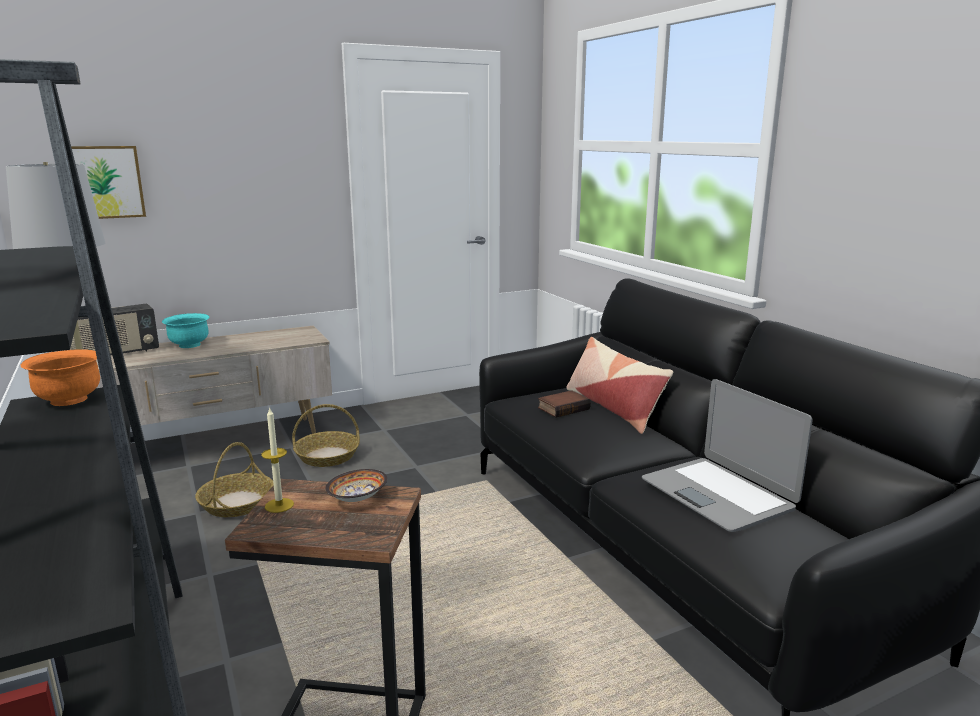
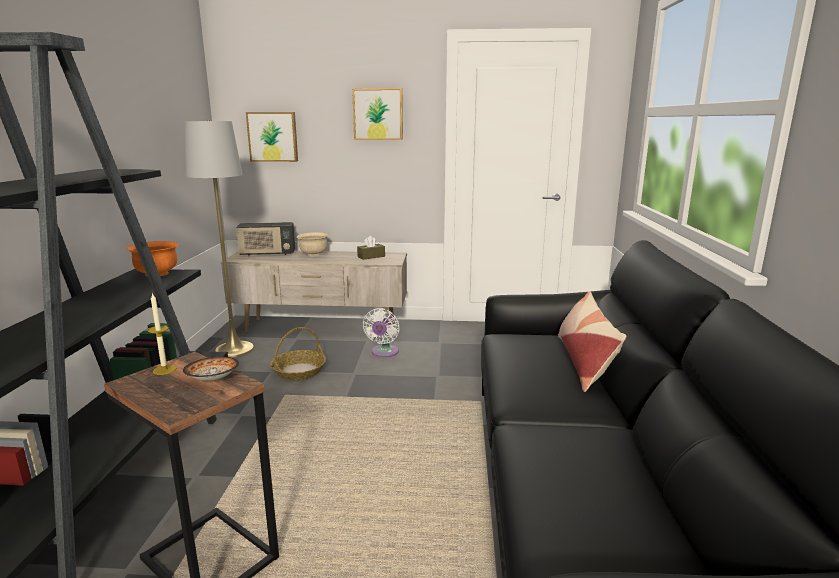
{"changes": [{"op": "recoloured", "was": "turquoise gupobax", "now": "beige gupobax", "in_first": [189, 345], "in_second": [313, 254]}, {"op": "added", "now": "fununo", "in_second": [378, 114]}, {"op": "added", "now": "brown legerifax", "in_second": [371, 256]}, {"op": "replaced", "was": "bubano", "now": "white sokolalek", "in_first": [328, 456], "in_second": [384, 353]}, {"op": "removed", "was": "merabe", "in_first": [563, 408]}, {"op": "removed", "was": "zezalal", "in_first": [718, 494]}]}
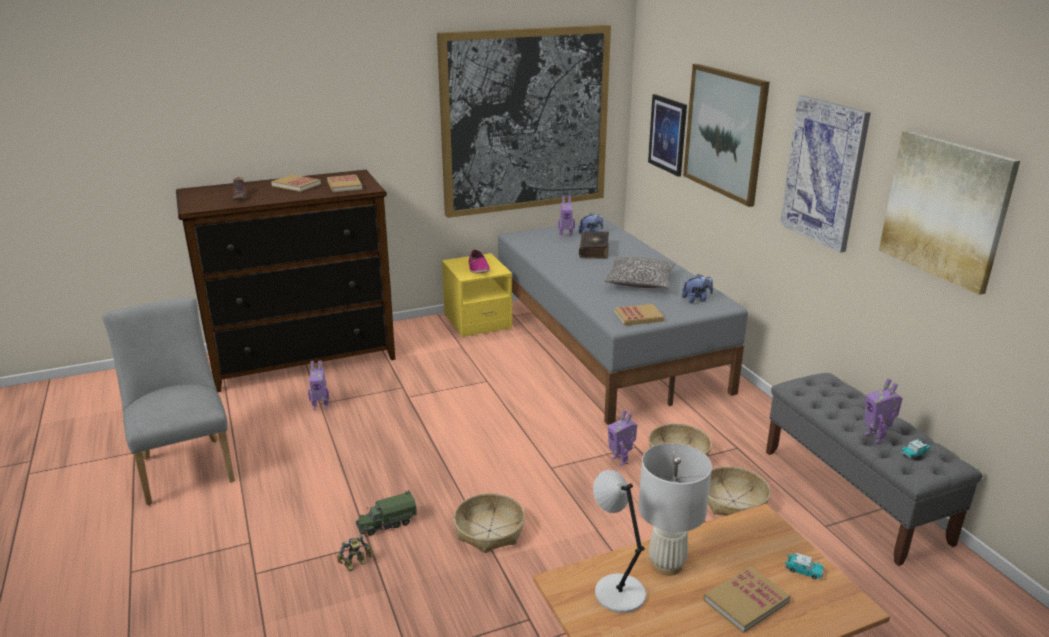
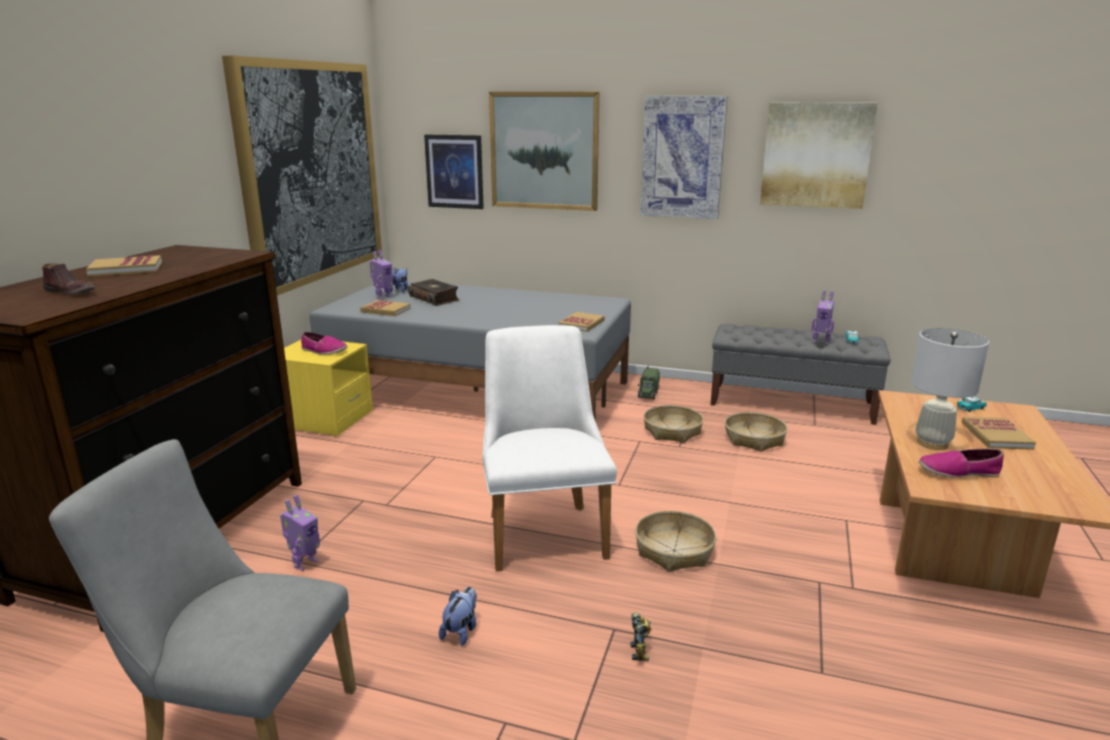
{"changes": [{"op": "moved", "was": "merabe", "in_first": [344, 185], "in_second": [386, 310]}, {"op": "moved", "was": "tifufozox", "in_first": [696, 299], "in_second": [461, 631]}, {"op": "added", "now": "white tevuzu", "in_second": [543, 529]}, {"op": "moved", "was": "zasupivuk", "in_first": [387, 523], "in_second": [648, 393]}, {"op": "replaced", "was": "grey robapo", "now": "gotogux", "in_first": [617, 592], "in_second": [958, 472]}, {"op": "removed", "was": "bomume", "in_first": [639, 282]}, {"op": "removed", "was": "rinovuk", "in_first": [620, 460]}]}
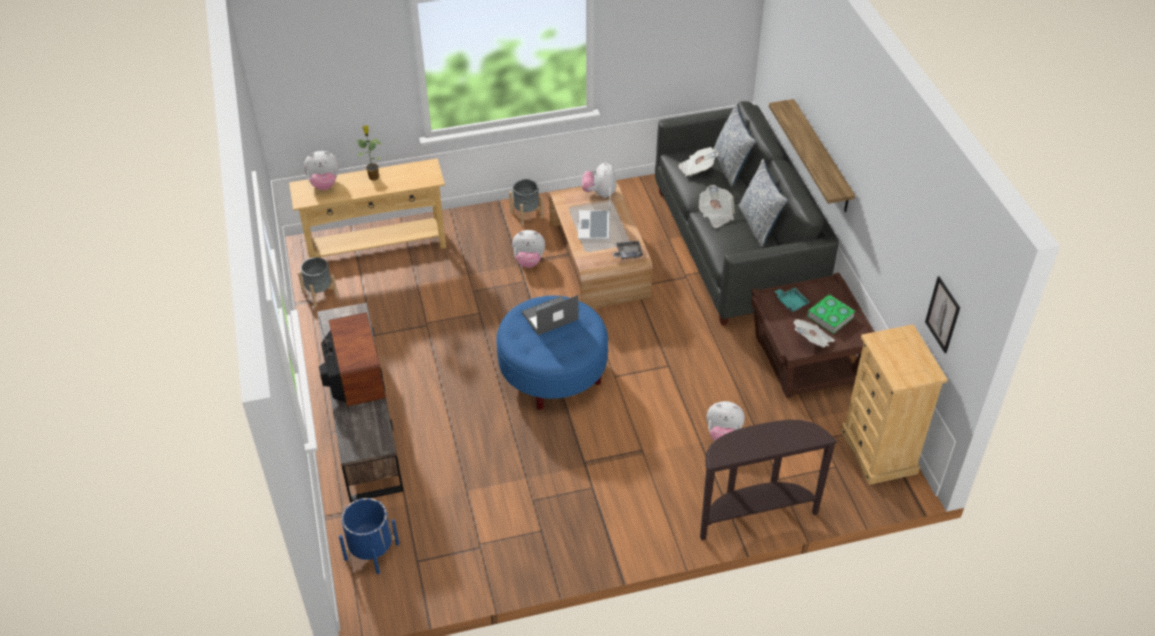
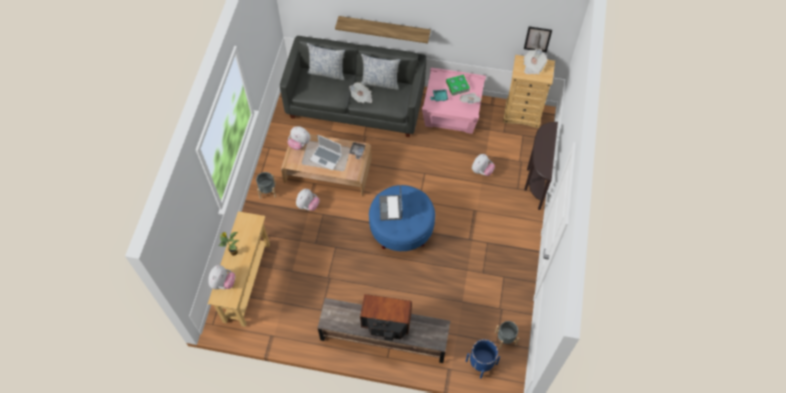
{"changes": [{"op": "recoloured", "was": "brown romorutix", "now": "pink romorutix", "in_first": [806, 359], "in_second": [451, 113]}, {"op": "moved", "was": "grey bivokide", "in_first": [320, 294], "in_second": [505, 338]}, {"op": "moved", "was": "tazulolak", "in_first": [696, 169], "in_second": [533, 66]}]}
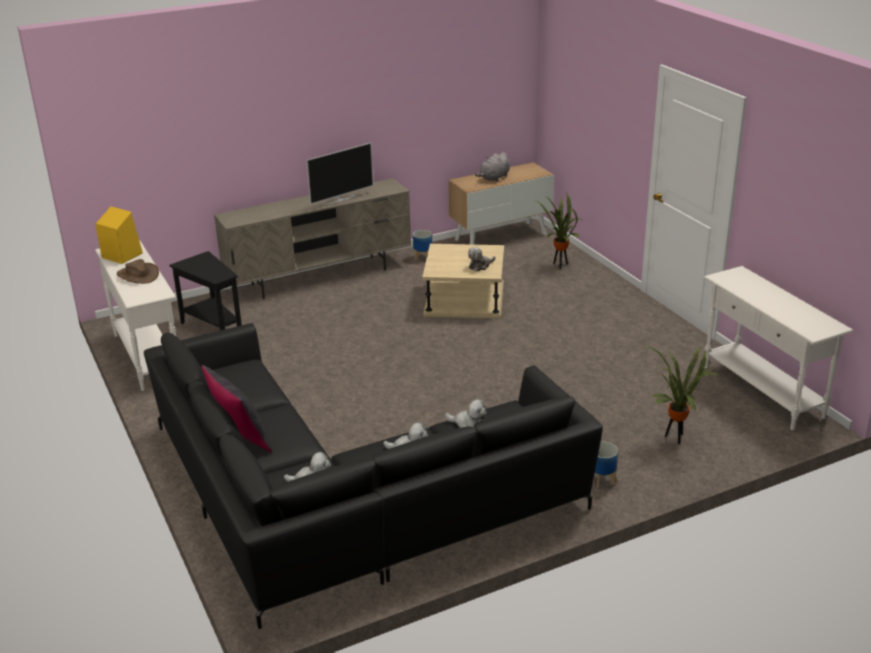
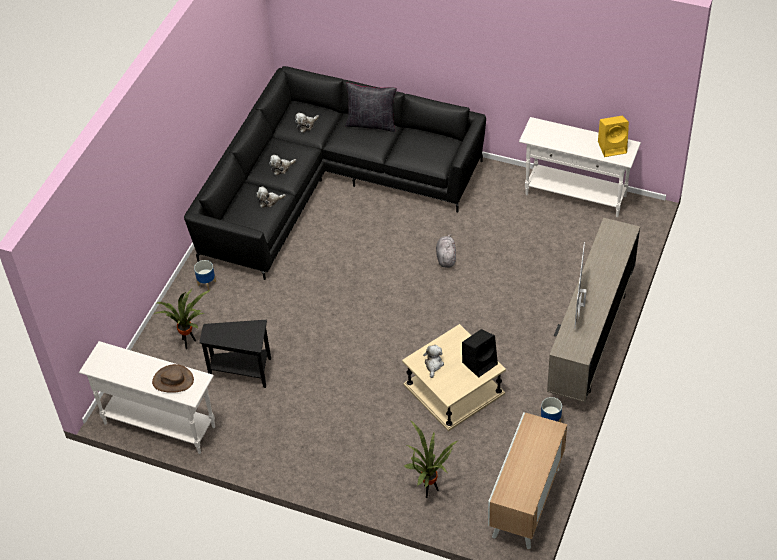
{"changes": [{"op": "moved", "was": "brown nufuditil", "in_first": [138, 275], "in_second": [173, 380]}, {"op": "moved", "was": "black romorutix", "in_first": [213, 326], "in_second": [243, 372]}, {"op": "moved", "was": "grey tifufozox", "in_first": [494, 178], "in_second": [446, 257]}, {"op": "added", "now": "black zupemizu", "in_second": [480, 362]}]}
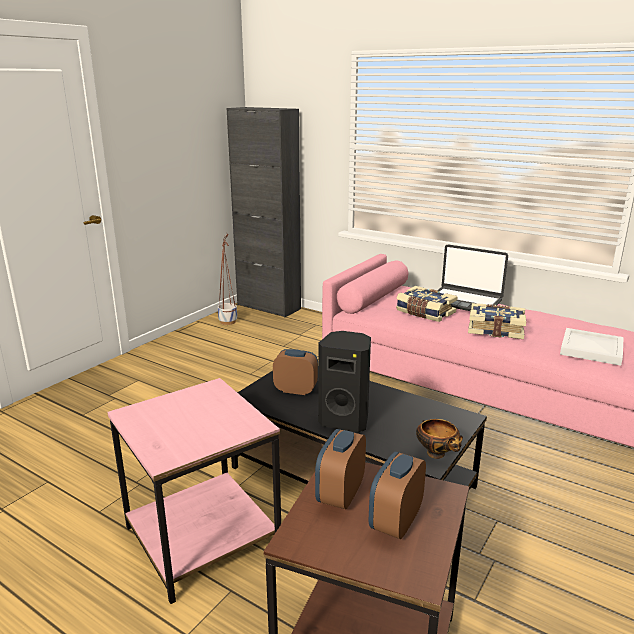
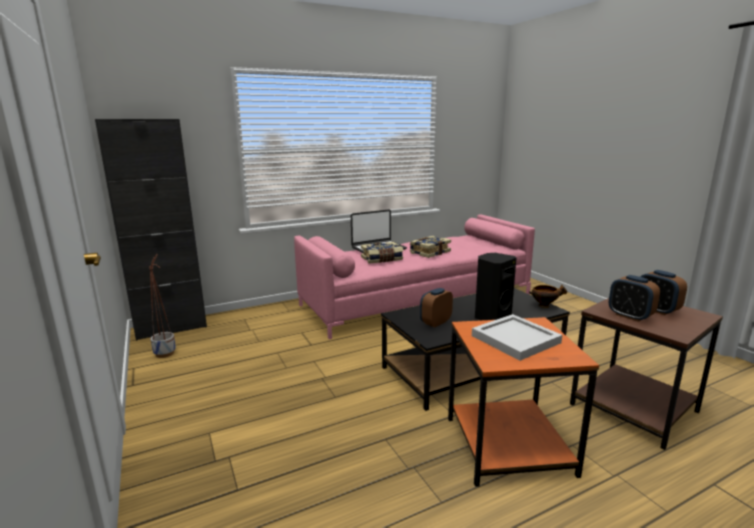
{"changes": [{"op": "recoloured", "was": "pink romorutix", "now": "orange romorutix", "in_first": [200, 537], "in_second": [507, 446]}, {"op": "moved", "was": "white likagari", "in_first": [592, 349], "in_second": [517, 339]}]}
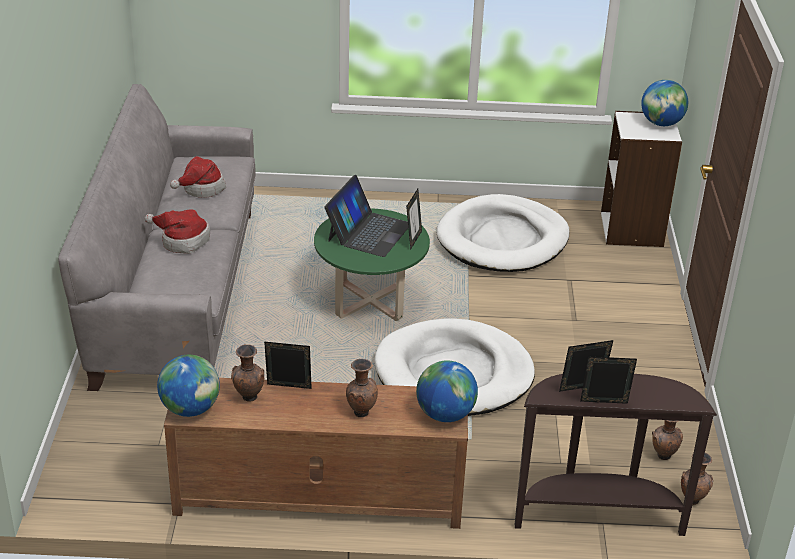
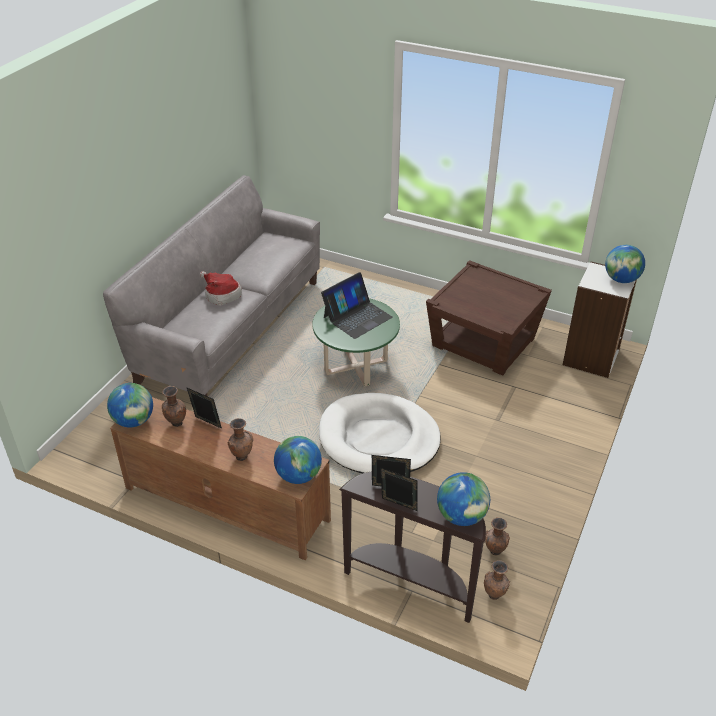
{"changes": [{"op": "replaced", "was": "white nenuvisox", "now": "brown romorutix", "in_first": [502, 239], "in_second": [483, 342]}, {"op": "added", "now": "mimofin", "in_second": [461, 516]}, {"op": "removed", "was": "nufuditil", "in_first": [201, 188]}, {"op": "removed", "was": "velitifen", "in_first": [413, 239]}]}
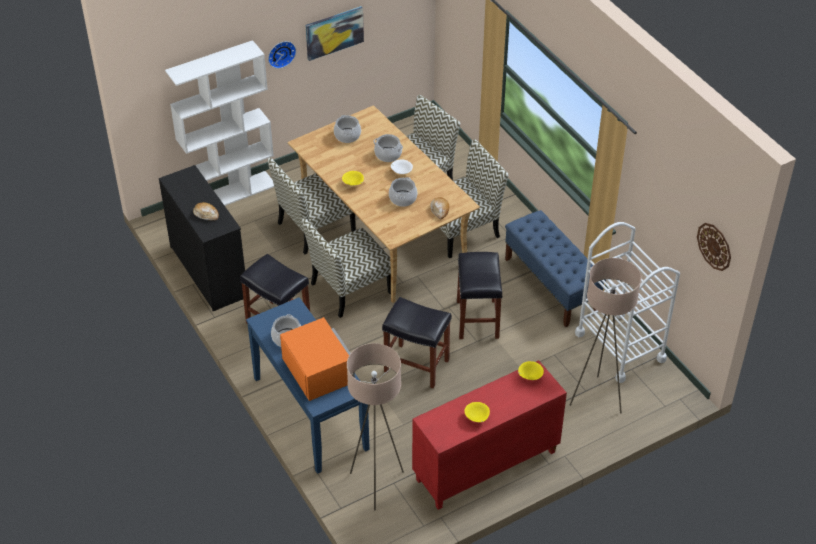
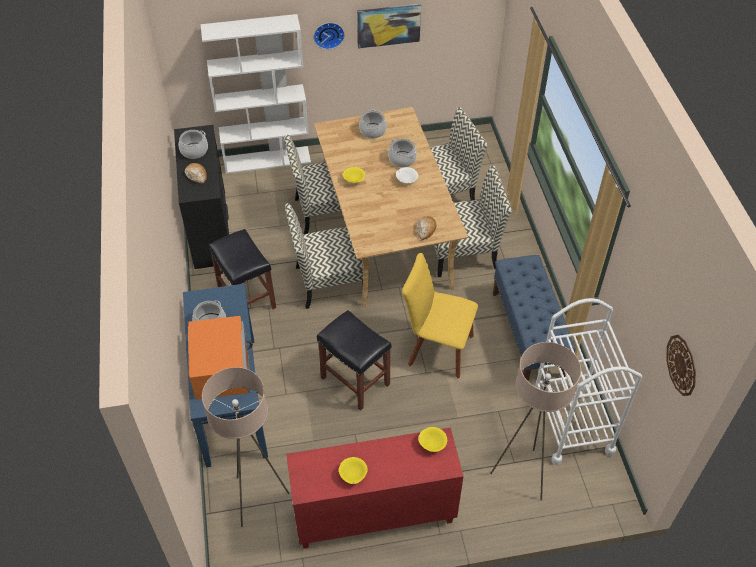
{"changes": [{"op": "moved", "was": "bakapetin", "in_first": [402, 198], "in_second": [194, 151]}, {"op": "replaced", "was": "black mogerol", "now": "yellow tevuzu", "in_first": [477, 319], "in_second": [437, 348]}]}
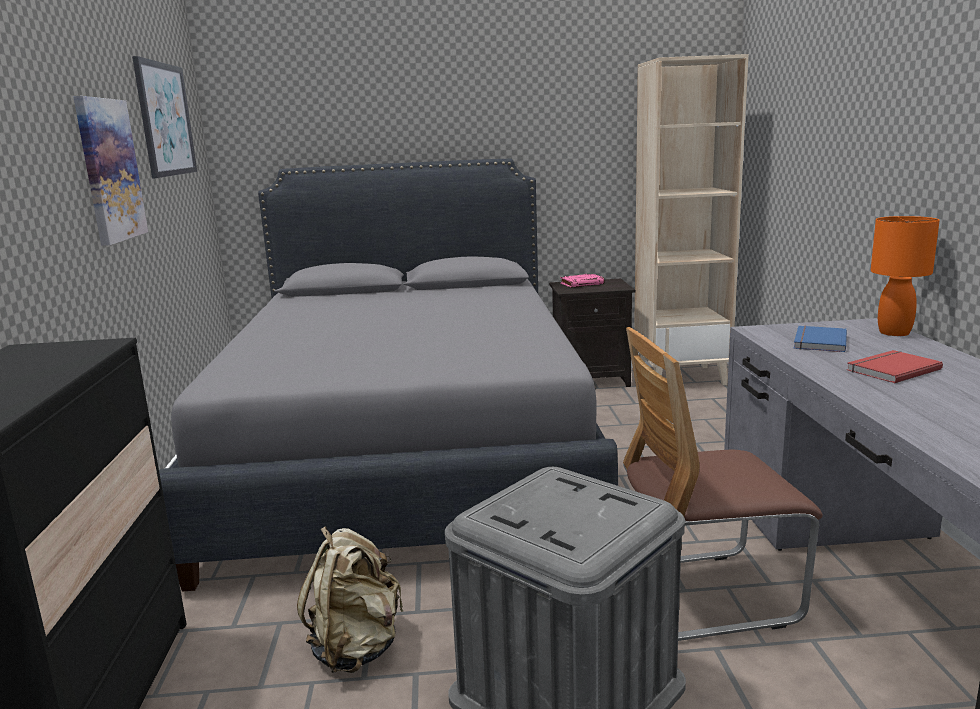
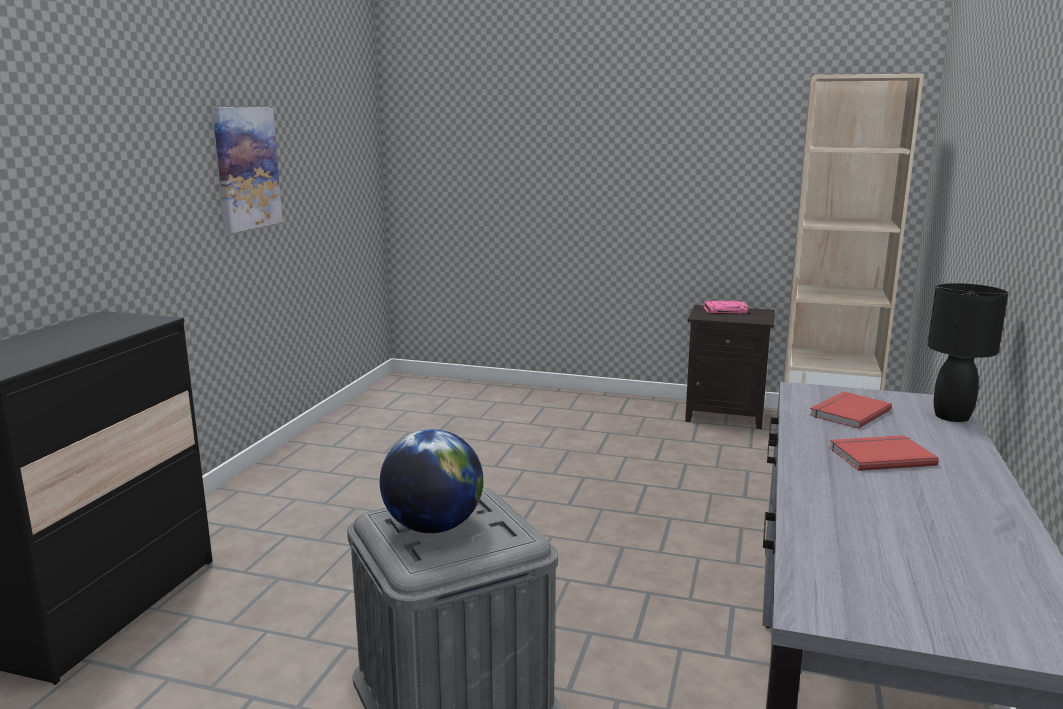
{"changes": [{"op": "added", "now": "mimofin", "in_second": [433, 527]}, {"op": "recoloured", "was": "blue merabe", "now": "red merabe", "in_first": [817, 341], "in_second": [847, 412]}, {"op": "recoloured", "was": "orange robapo", "now": "black robapo", "in_first": [893, 333], "in_second": [951, 416]}, {"op": "removed", "was": "fununo", "in_first": [165, 119]}, {"op": "removed", "was": "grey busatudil", "in_first": [408, 453]}, {"op": "removed", "was": "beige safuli", "in_first": [357, 648]}, {"op": "removed", "was": "tevuzu", "in_first": [704, 595]}]}
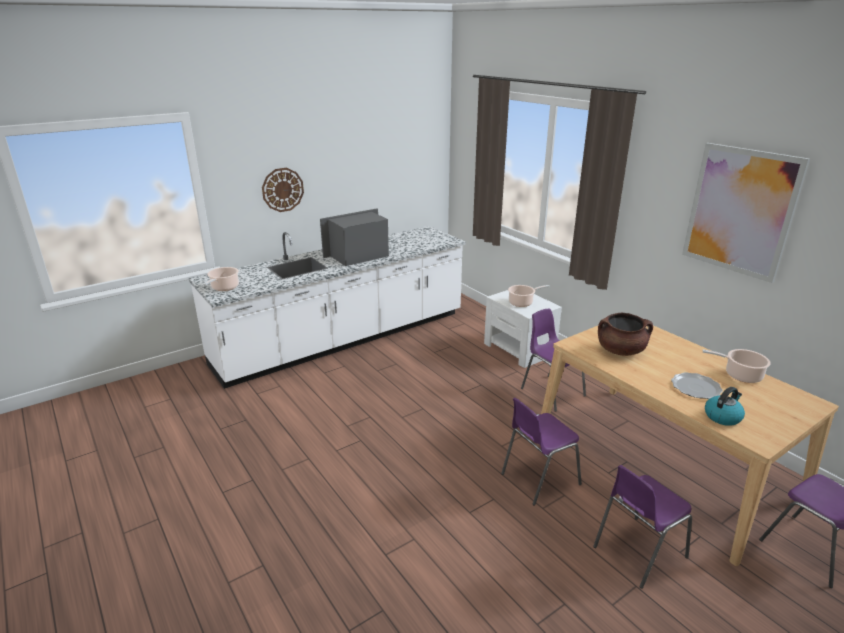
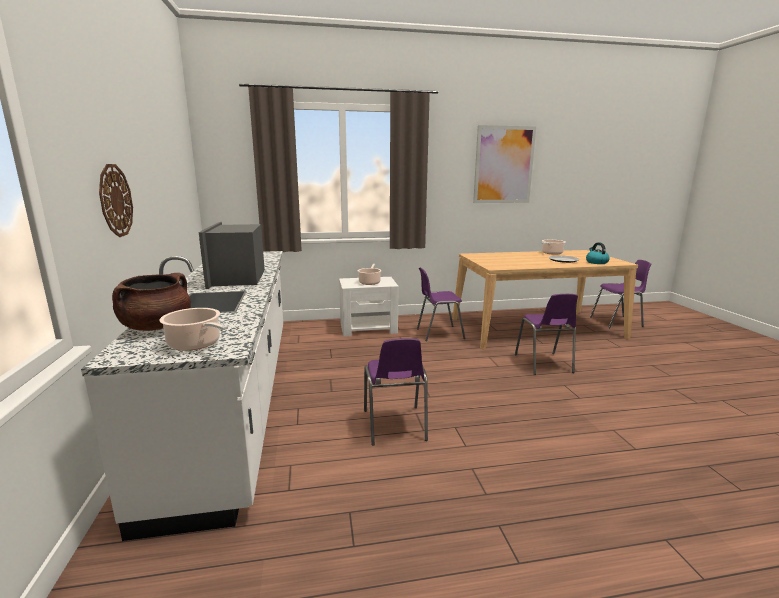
{"changes": [{"op": "moved", "was": "brown bakapetin", "in_first": [620, 350], "in_second": [157, 326]}, {"op": "moved", "was": "purple tevuzu", "in_first": [637, 552], "in_second": [394, 426]}]}
